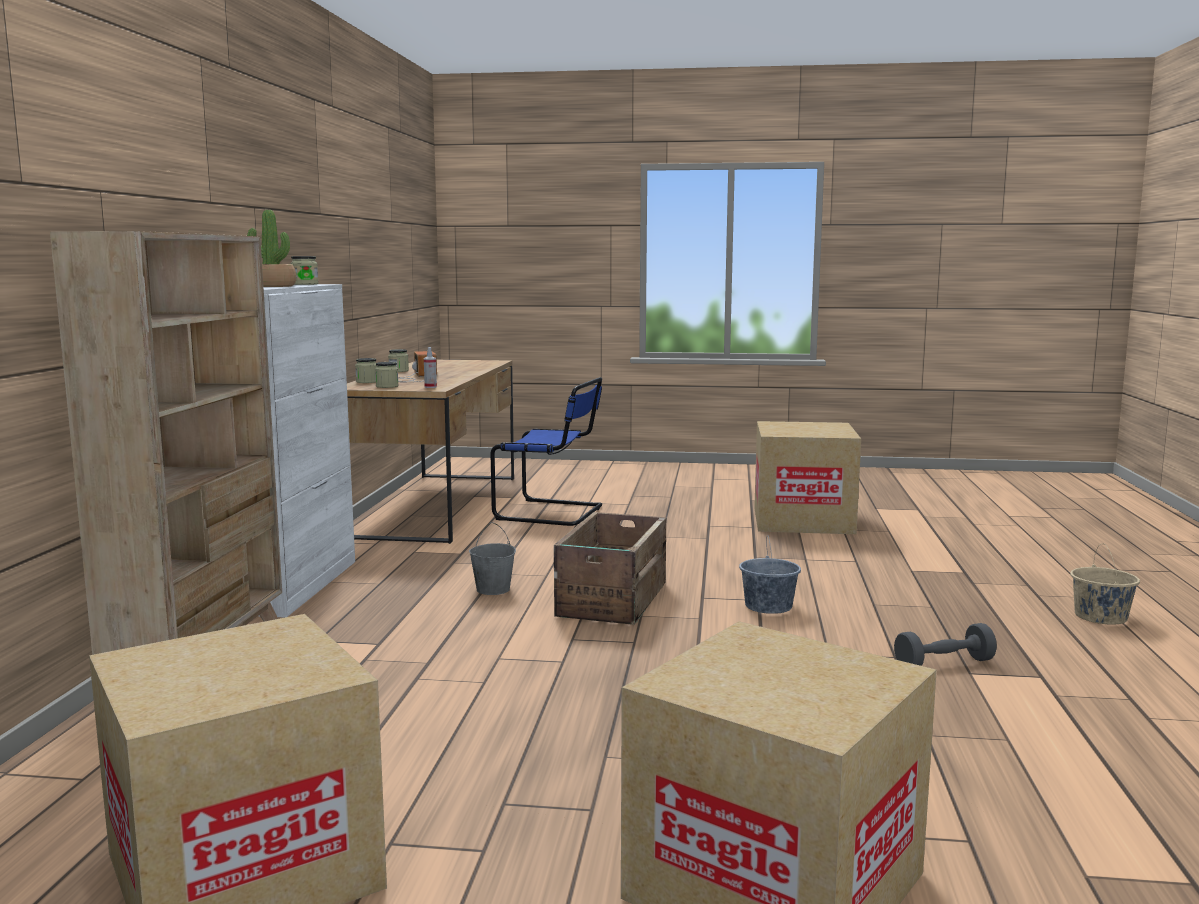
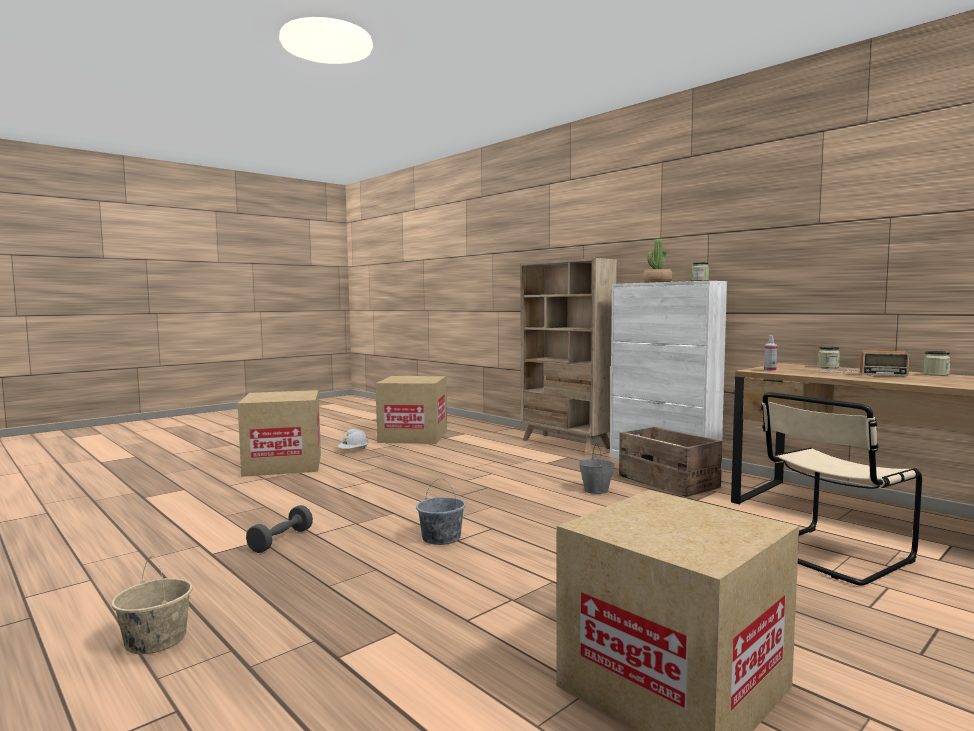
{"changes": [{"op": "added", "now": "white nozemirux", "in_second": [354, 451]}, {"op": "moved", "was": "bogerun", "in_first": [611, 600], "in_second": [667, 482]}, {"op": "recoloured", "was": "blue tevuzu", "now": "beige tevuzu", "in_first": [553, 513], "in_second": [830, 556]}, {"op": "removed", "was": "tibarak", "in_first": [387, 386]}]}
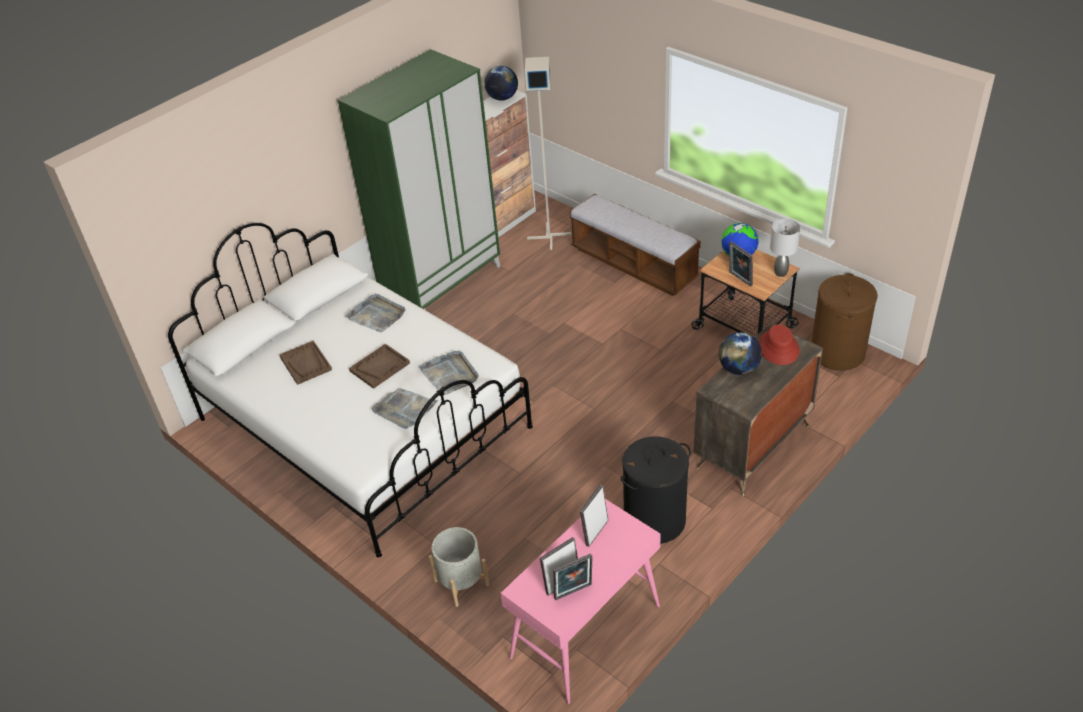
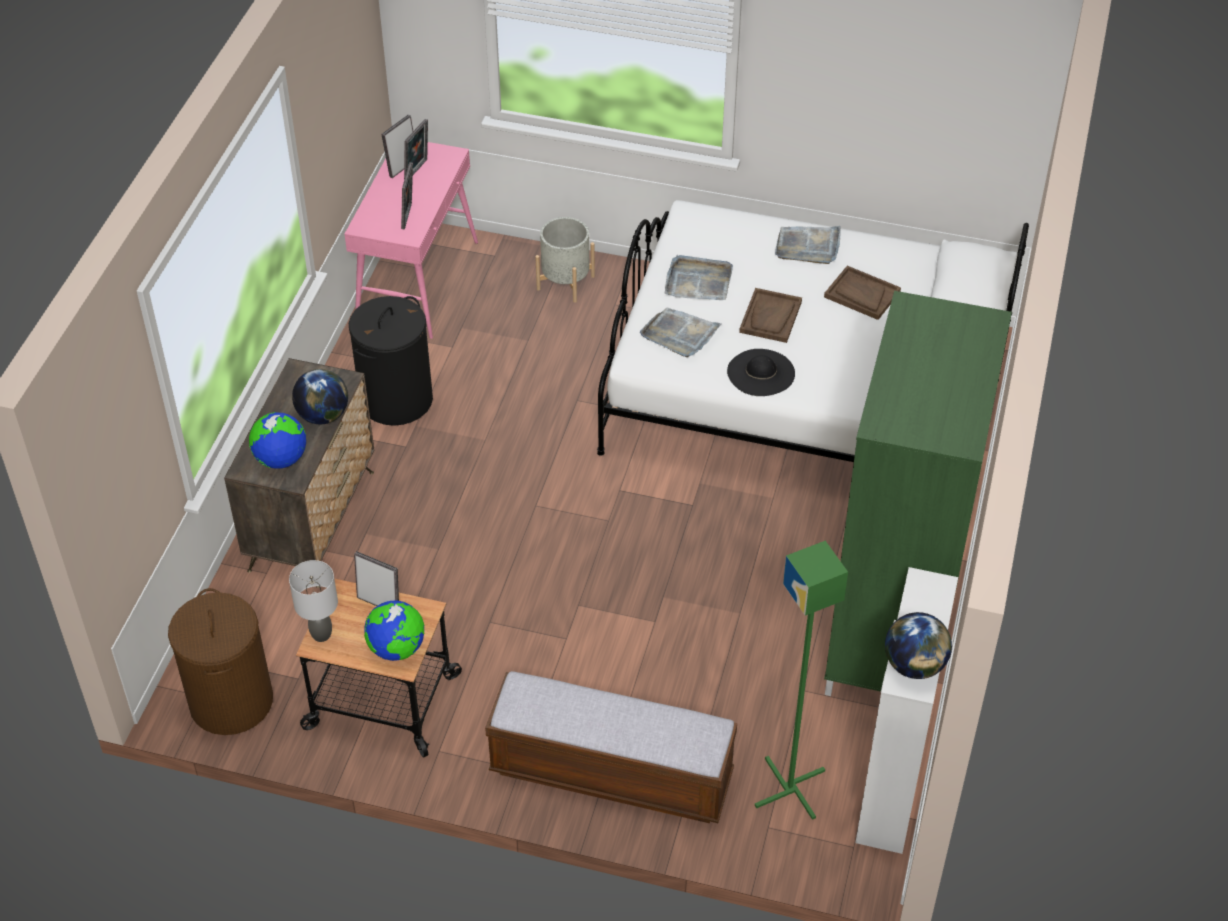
{"changes": [{"op": "replaced", "was": "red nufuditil", "now": "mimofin", "in_first": [779, 348], "in_second": [281, 459]}, {"op": "added", "now": "black nufuditil", "in_second": [761, 373]}, {"op": "recoloured", "was": "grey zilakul", "now": "green zilakul", "in_first": [548, 236], "in_second": [791, 789]}, {"op": "moved", "was": "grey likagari", "in_first": [377, 315], "in_second": [808, 246]}]}
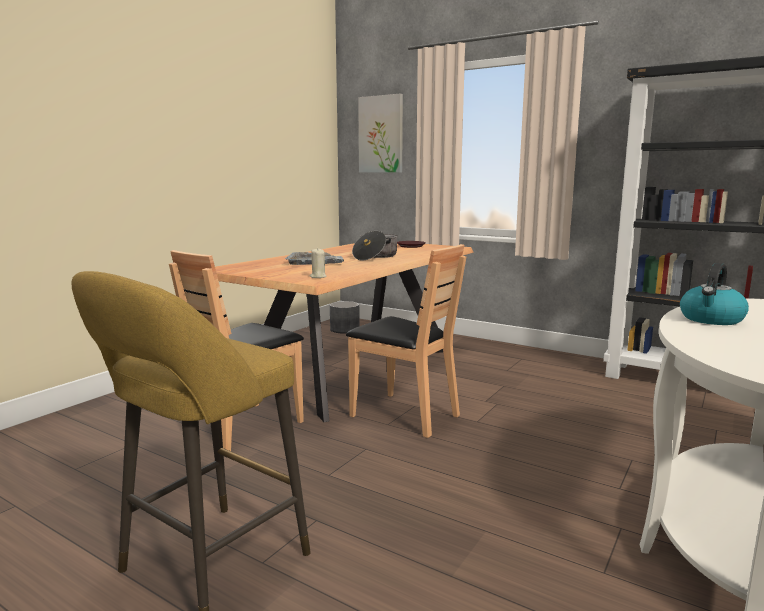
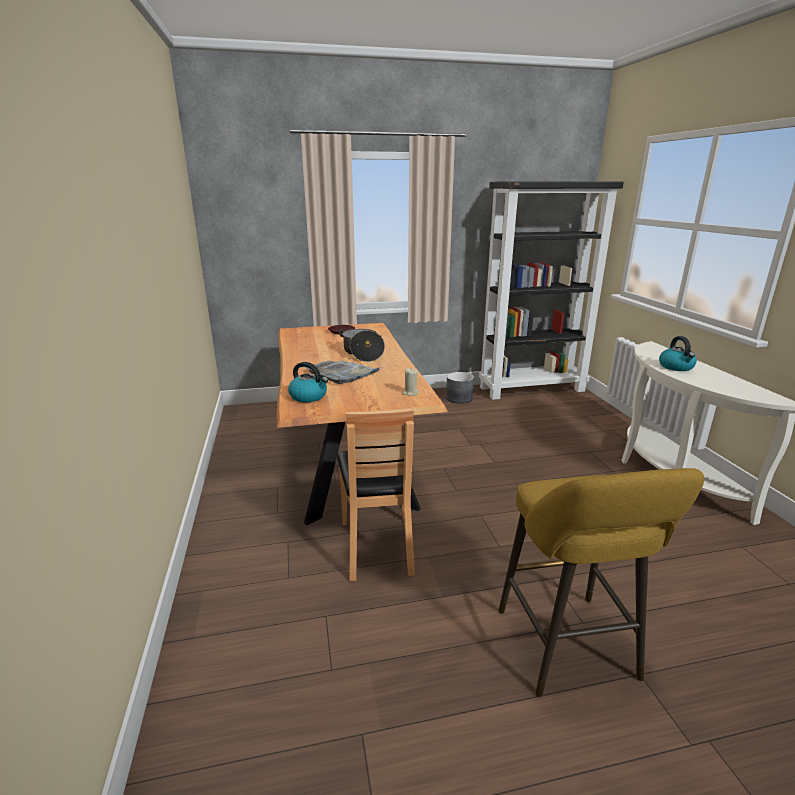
{"changes": [{"op": "added", "now": "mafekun", "in_second": [309, 396]}, {"op": "moved", "was": "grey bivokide", "in_first": [344, 329], "in_second": [459, 398]}, {"op": "removed", "was": "brown tevuzu", "in_first": [404, 415]}, {"op": "removed", "was": "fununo", "in_first": [381, 134]}]}
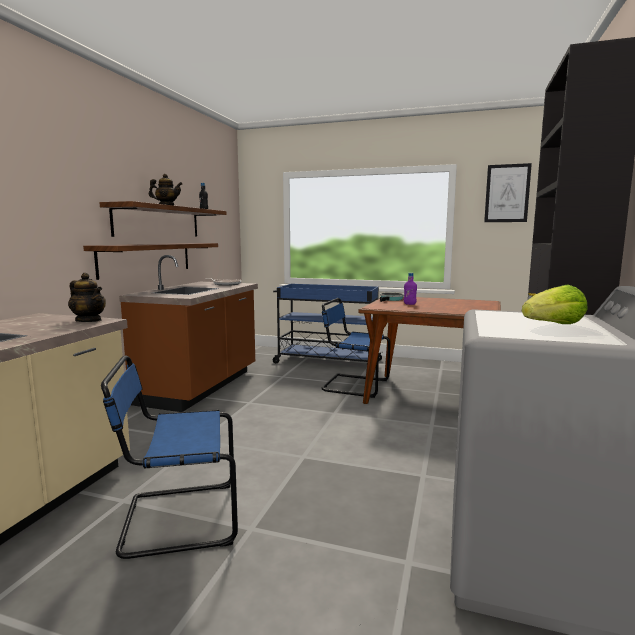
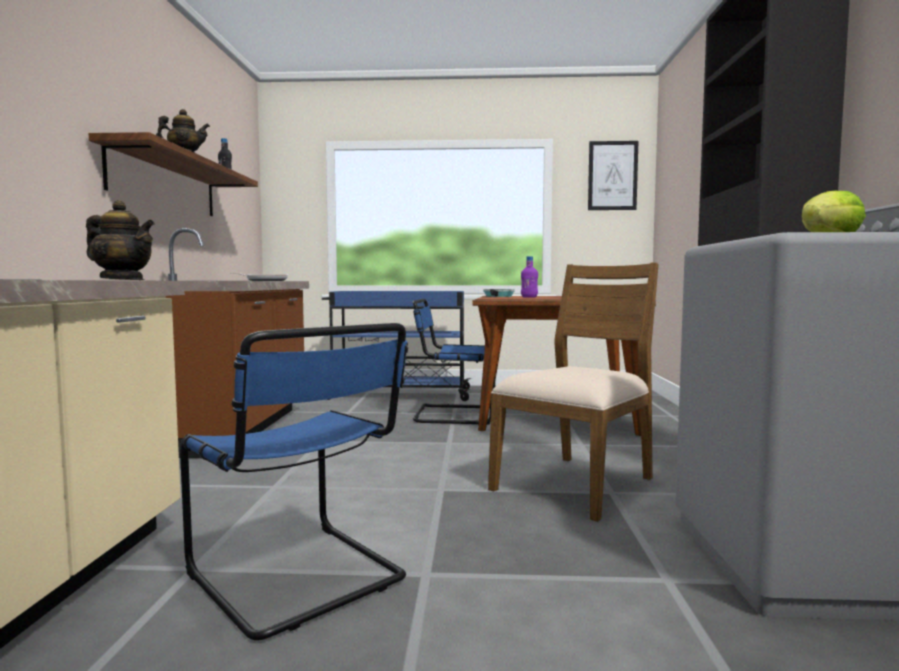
{"changes": [{"op": "turned", "was": "blue tevuzu", "in_first": [176, 519], "in_second": [300, 579], "clockwise": -105}, {"op": "added", "now": "brown tevuzu", "in_second": [576, 484]}, {"op": "removed", "was": "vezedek", "in_first": [147, 258]}]}
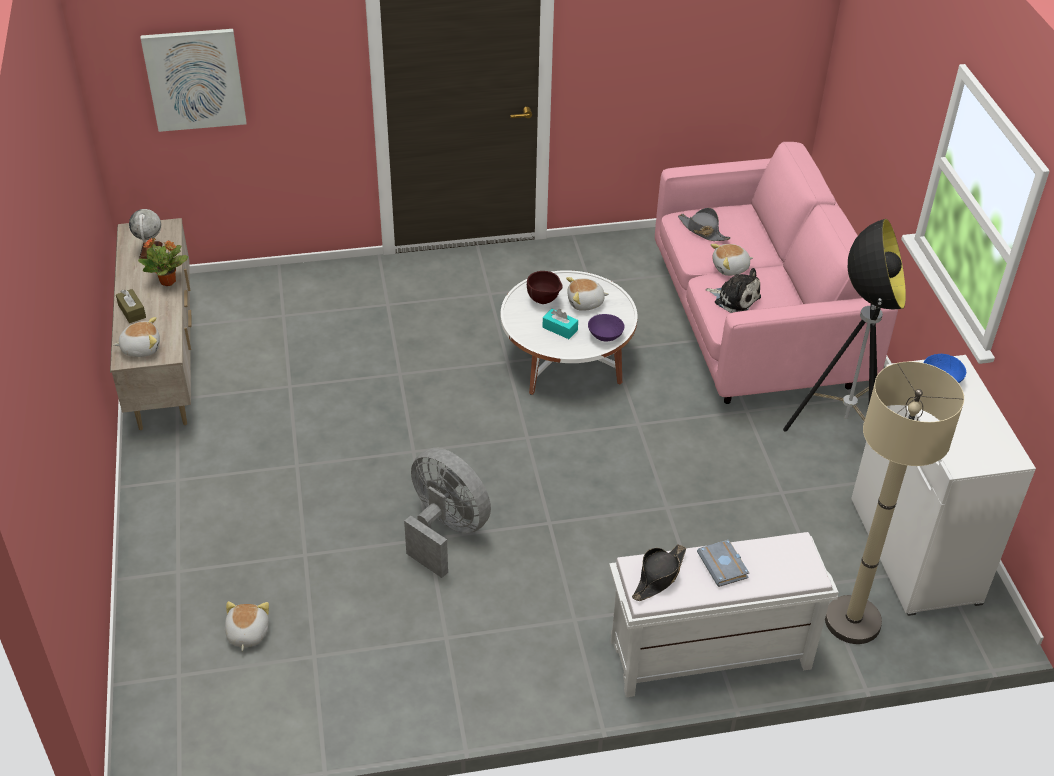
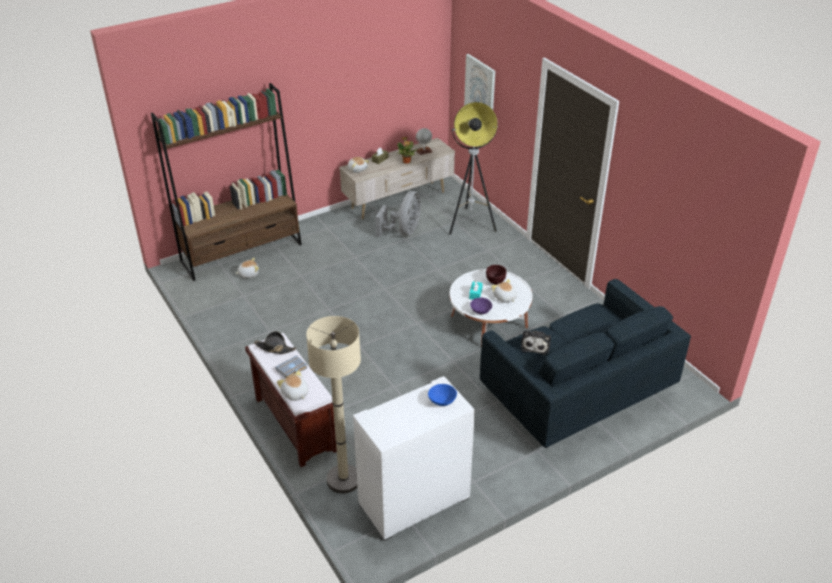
{"changes": [{"op": "added", "now": "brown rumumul", "in_second": [242, 253]}, {"op": "recoloured", "was": "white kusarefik", "now": "brown kusarefik", "in_first": [708, 656], "in_second": [294, 424]}, {"op": "moved", "was": "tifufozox", "in_first": [730, 268], "in_second": [295, 394]}, {"op": "moved", "was": "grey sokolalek", "in_first": [445, 531], "in_second": [404, 231]}, {"op": "moved", "was": "zilakul", "in_first": [839, 441], "in_second": [470, 223]}, {"op": "recoloured", "was": "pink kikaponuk", "now": "blue kikaponuk", "in_first": [755, 325], "in_second": [576, 392]}, {"op": "removed", "was": "grey nufuditil", "in_first": [702, 231]}]}
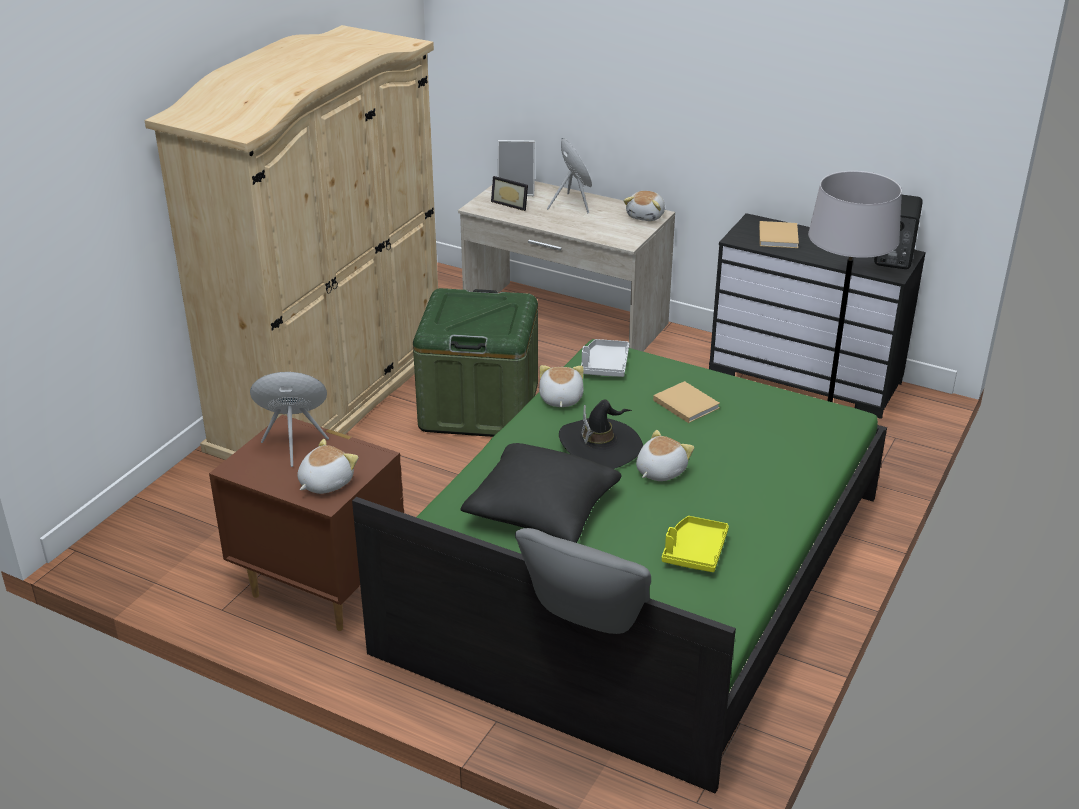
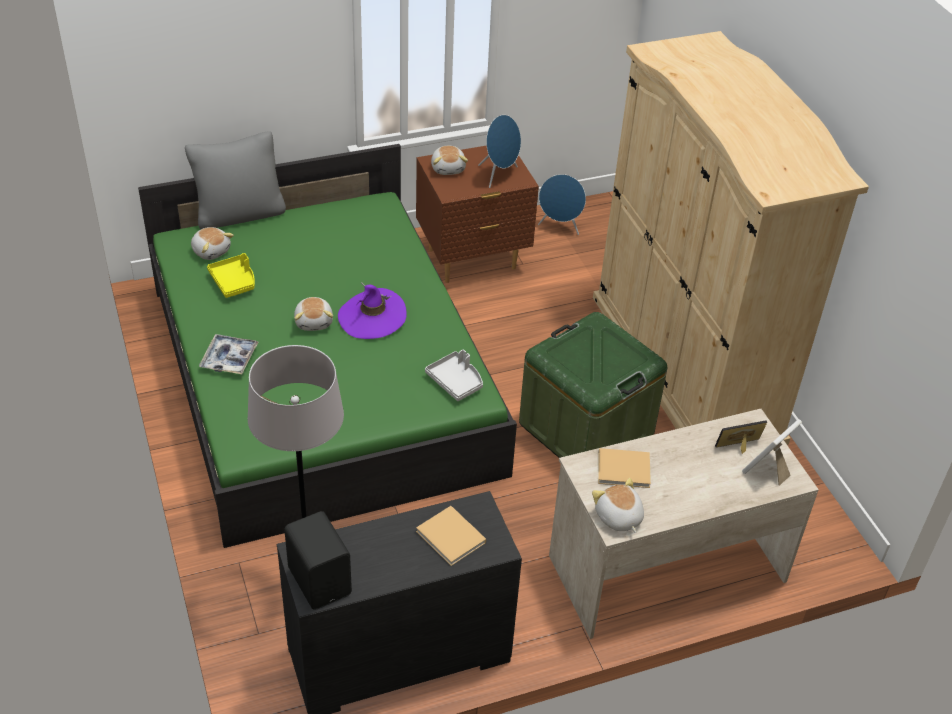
{"changes": [{"op": "moved", "was": "tifufozox", "in_first": [560, 399], "in_second": [211, 251]}, {"op": "added", "now": "likagari", "in_second": [229, 359]}, {"op": "recoloured", "was": "black nufuditil", "now": "purple nufuditil", "in_first": [600, 446], "in_second": [372, 317]}, {"op": "moved", "was": "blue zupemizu", "in_first": [572, 204], "in_second": [559, 227]}, {"op": "moved", "was": "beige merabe", "in_first": [684, 403], "in_second": [625, 470]}, {"op": "removed", "was": "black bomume", "in_first": [541, 510]}]}
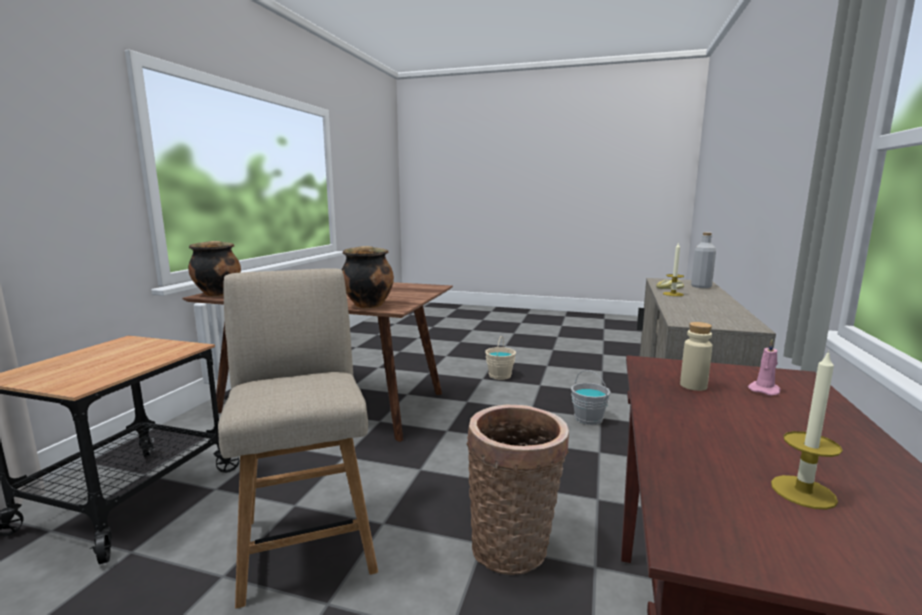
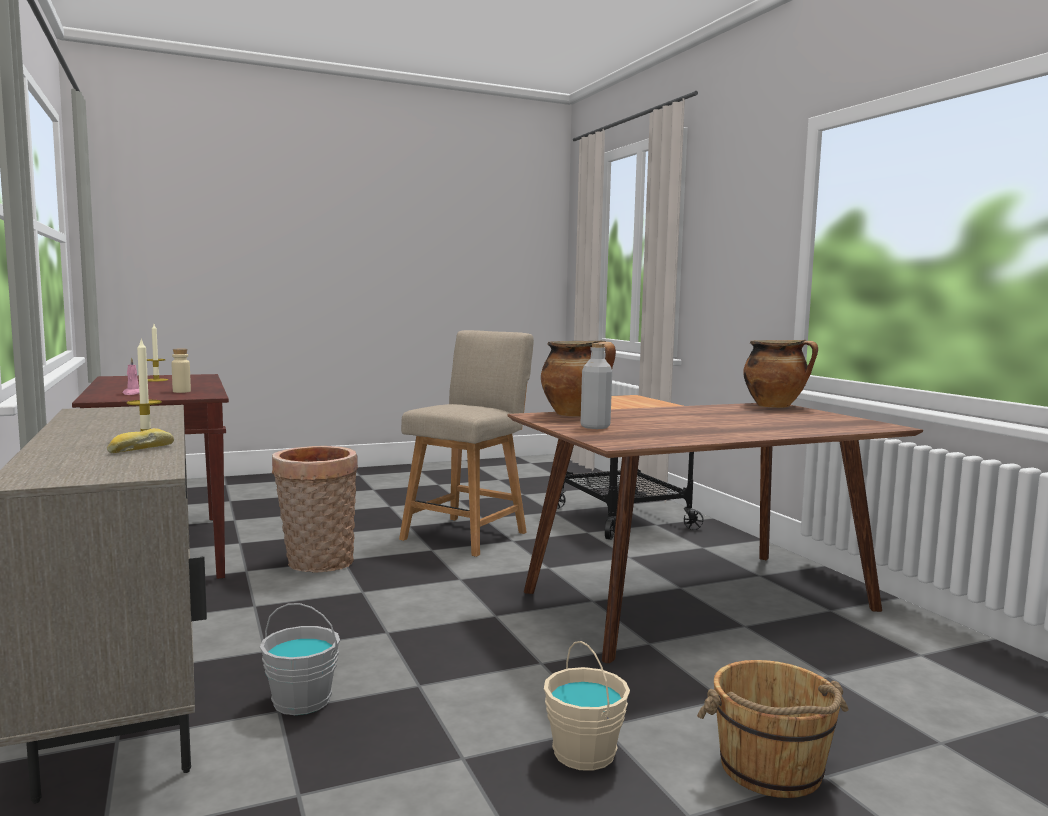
{"changes": [{"op": "turned", "was": "beige tevuzu", "in_first": [306, 539], "in_second": [468, 534], "clockwise": -90}, {"op": "moved", "was": "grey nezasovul", "in_first": [701, 286], "in_second": [595, 427]}, {"op": "added", "now": "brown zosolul", "in_second": [771, 769]}]}
